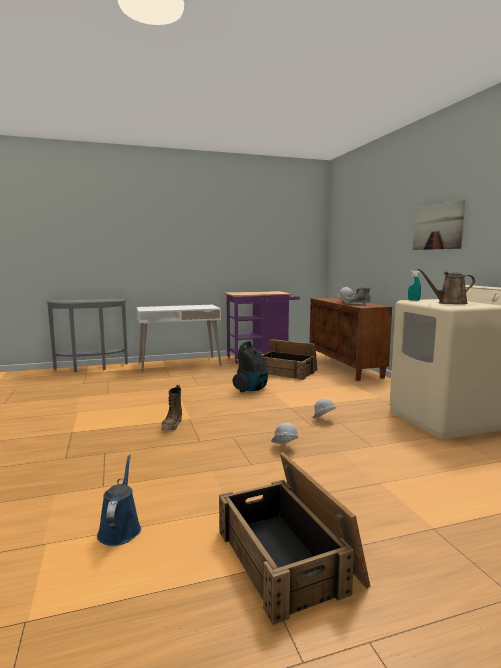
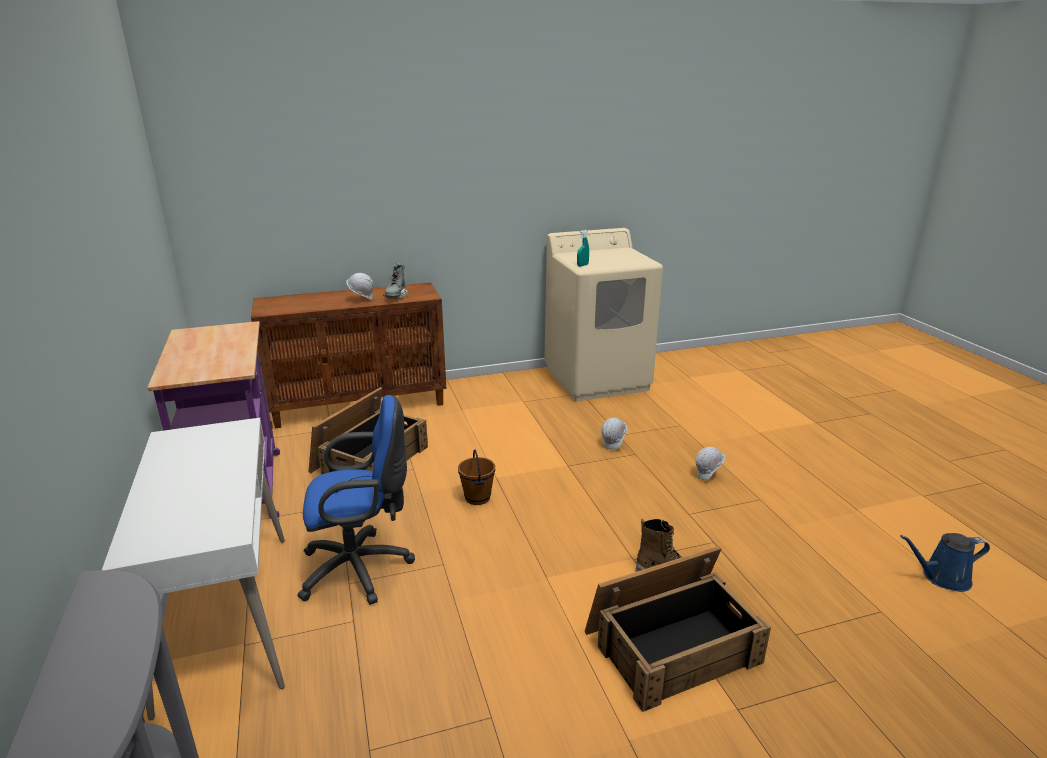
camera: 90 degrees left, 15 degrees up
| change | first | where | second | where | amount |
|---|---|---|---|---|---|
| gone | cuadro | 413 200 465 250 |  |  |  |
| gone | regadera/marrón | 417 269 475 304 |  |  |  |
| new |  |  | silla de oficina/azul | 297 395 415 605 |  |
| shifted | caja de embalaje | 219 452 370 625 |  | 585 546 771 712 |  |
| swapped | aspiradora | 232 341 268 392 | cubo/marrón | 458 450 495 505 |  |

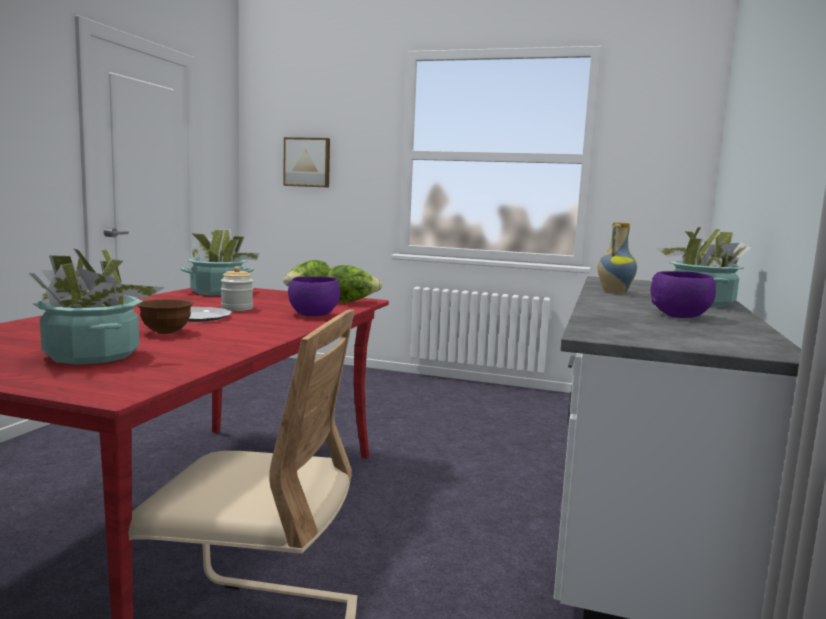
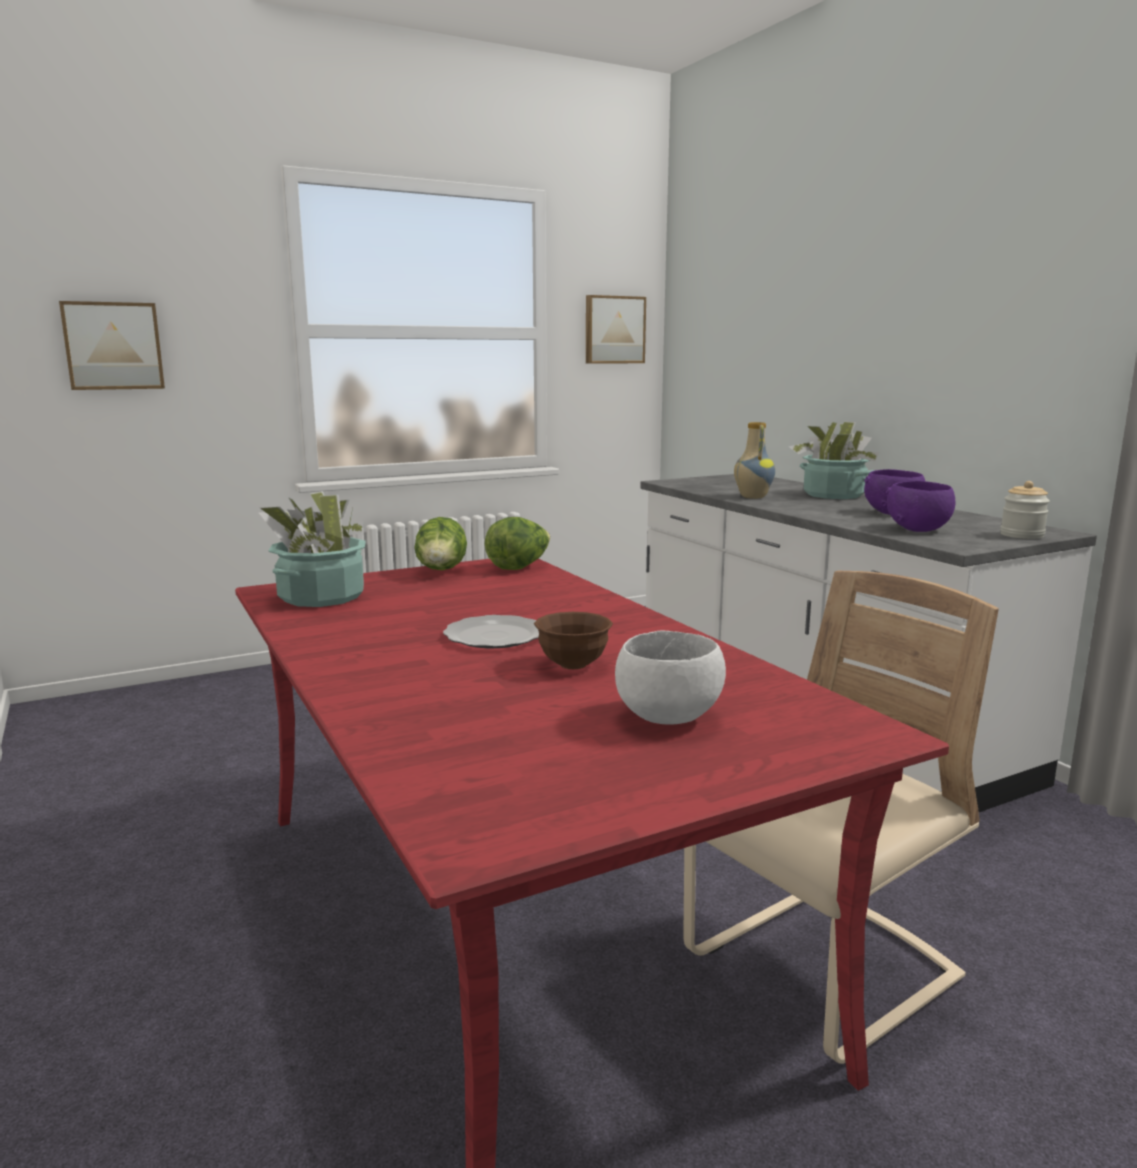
camera: 45 degrees left, 5 degrees up
| change | first | where | second | where | amount |
|---|---|---|---|---|---|
| new |  |  | cuadro | 586 295 646 364 |  |
| shifted | tarro | 221 266 253 311 |  | 1000 481 1050 539 |  |
| shifted | cuenco/morado | 288 276 340 316 |  | 886 481 955 532 |  |
| swapped | planta en maceta | 29 248 165 365 | cuenco/blanco | 615 630 726 725 |  |

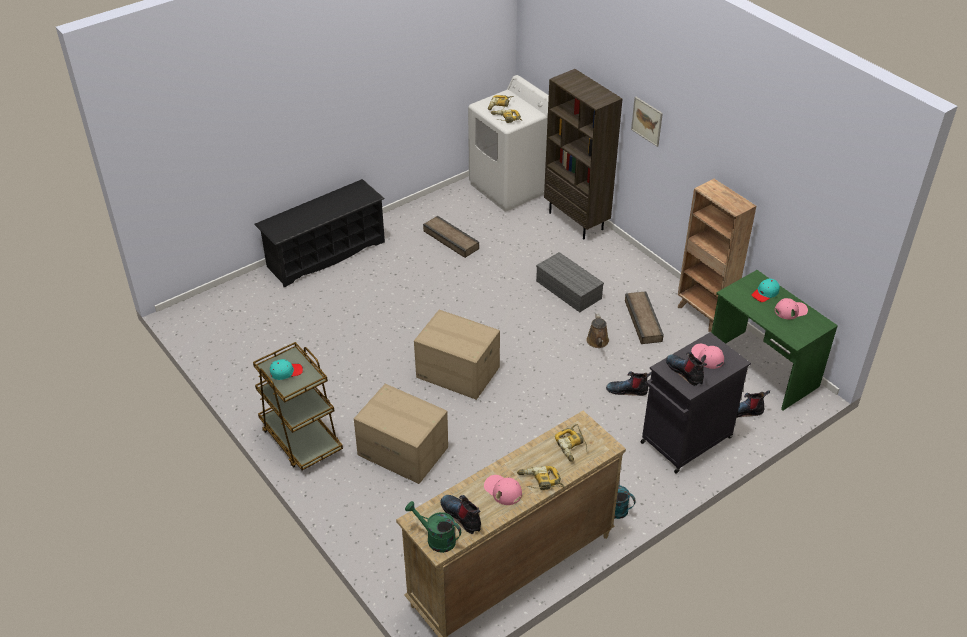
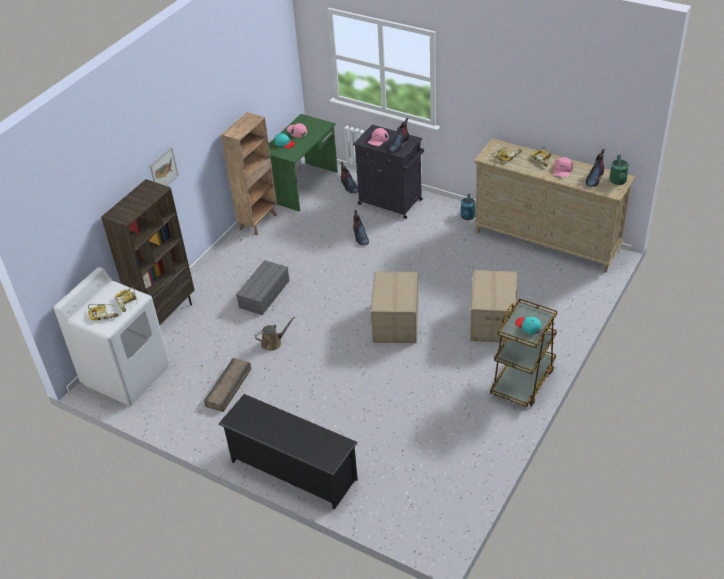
camera: 110 degrees left, 0 degrees up
| change | first | where | second | where | amount |
|---|---|---|---|---|---|
| gone | caja de embalaje | 625 291 664 344 |  |  |  |
| shifted | regadera/marrón | 586 313 609 348 |  | 255 317 295 351 |  |

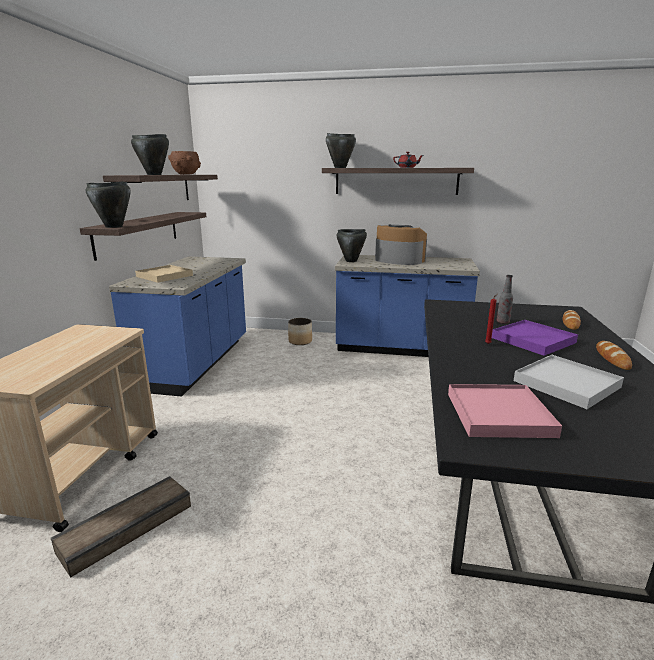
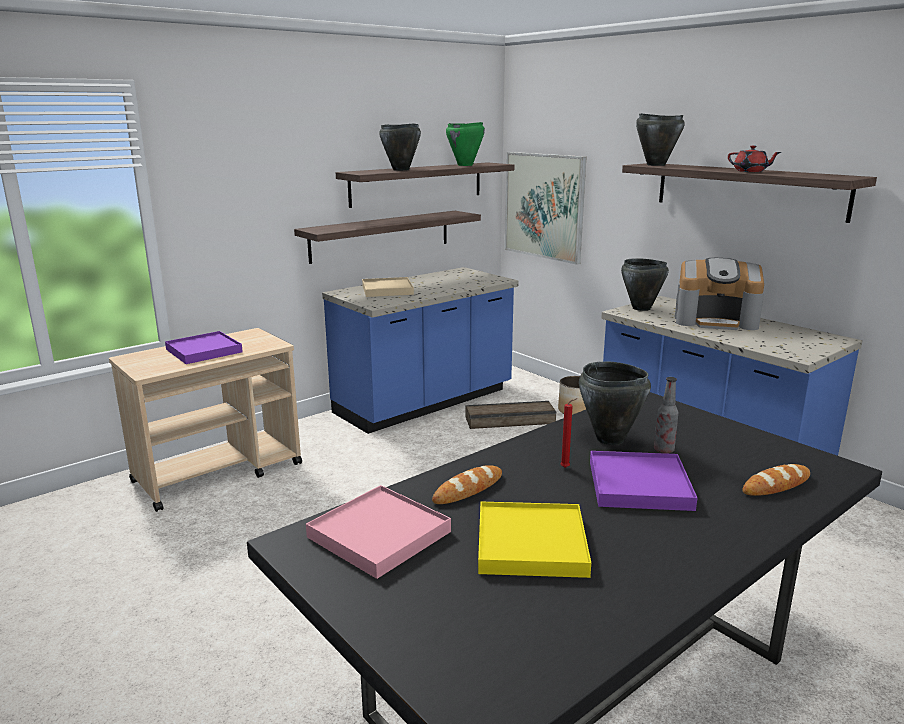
camera: 40 degrees right, 0 degrees up
| change | first | where | second | where | amount |
|---|---|---|---|---|---|
| new |  |  | bandeja/morado | 165 331 243 364 |  |
| new |  |  | cuadro | 505 152 586 265 |  |
| shifted | caja de embalaje | 51 476 191 577 |  | 466 401 556 429 |  |
| shifted | olla/negro | 86 181 131 228 |  | 579 361 651 445 |  |
| shifted | pan | 596 341 632 370 |  | 432 465 502 504 |  |
| swapped | cuenco/marrón | 168 151 201 175 | olla/verde | 446 122 485 166 |  |
| repainted | bandeja/blanco | 514 355 624 409 | bandeja/amarillo | 478 502 591 578 |  |
| rotated | cafetera | 375 224 427 265 |  | 675 258 764 330 | 120 degrees clockwise |

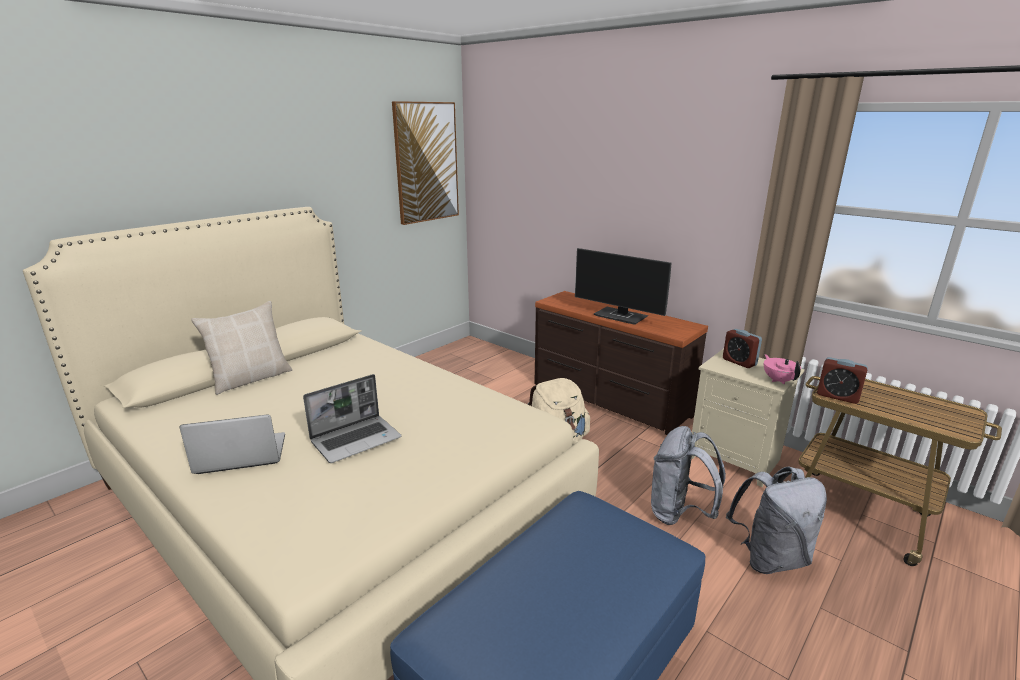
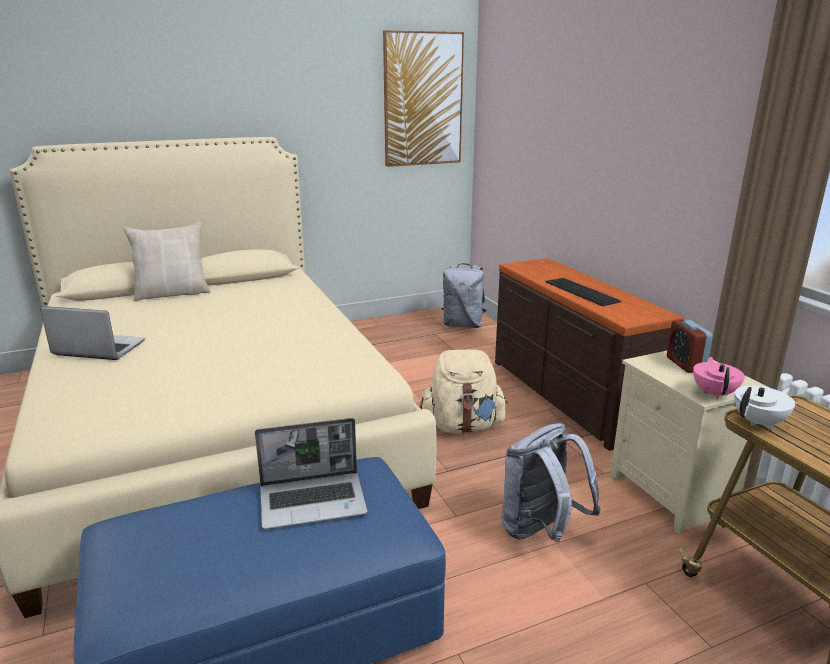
camera: 25 degrees right, 0 degrees up
| change | first | where | second | where | amount |
|---|---|---|---|---|---|
| shifted | portátil | 303 374 402 463 |  | 255 418 368 529 |  |
| shifted | mochila/gris | 726 467 827 574 |  | 441 263 487 328 |  |
| swapped | monitor | 575 248 671 325 | teclado | 546 278 621 306 |  |
| swapped | despertador | 817 357 868 404 | tetera/blanco | 734 386 795 429 |  |

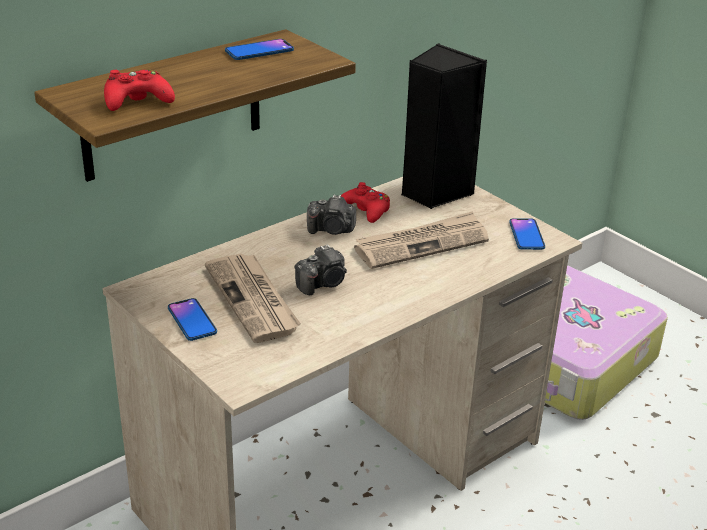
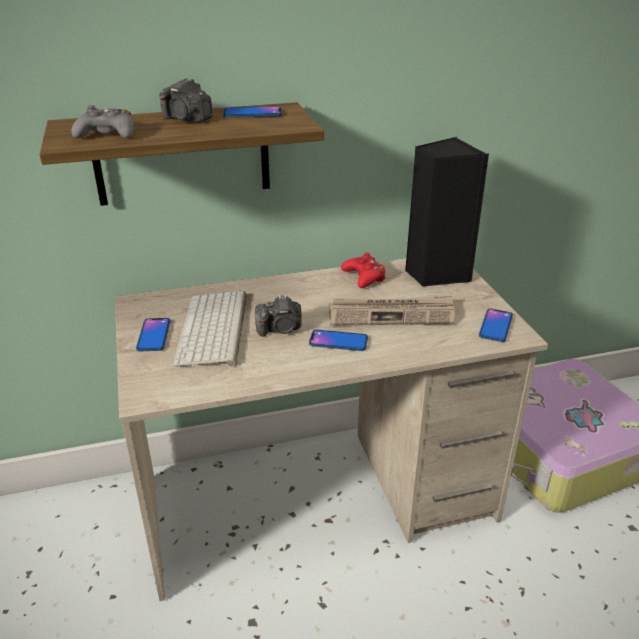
camera: 25 degrees right, 0 degrees up
| change | first | where | second | where | amount |
|---|---|---|---|---|---|
| new |  |  | móvil | 309 330 368 351 |  |
| shifted | cámara | 307 195 356 235 |  | 159 78 213 122 |  |
| swapped | periódico | 205 253 301 343 | teclado | 172 290 247 367 |  |
| repainted | mando de consola/rojo | 104 69 175 111 | mando de consola/gris | 71 105 134 138 |  |

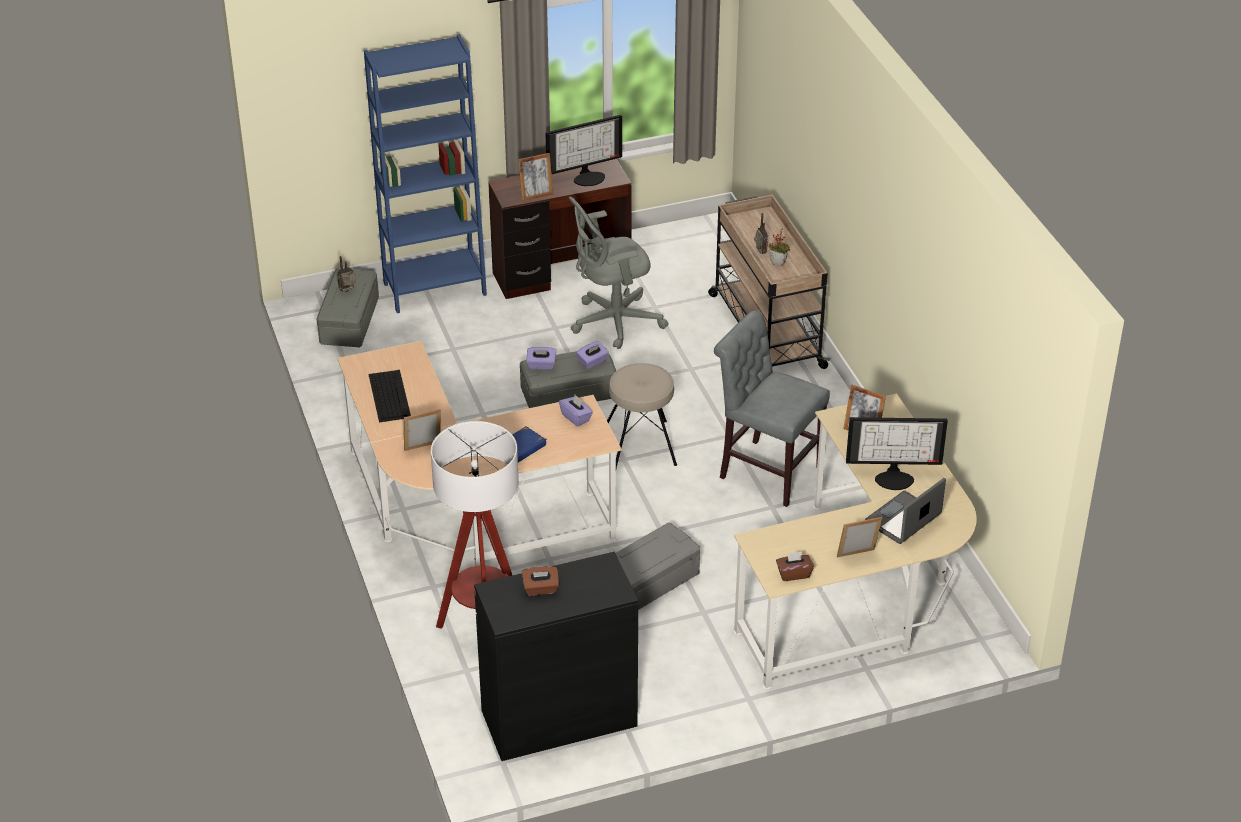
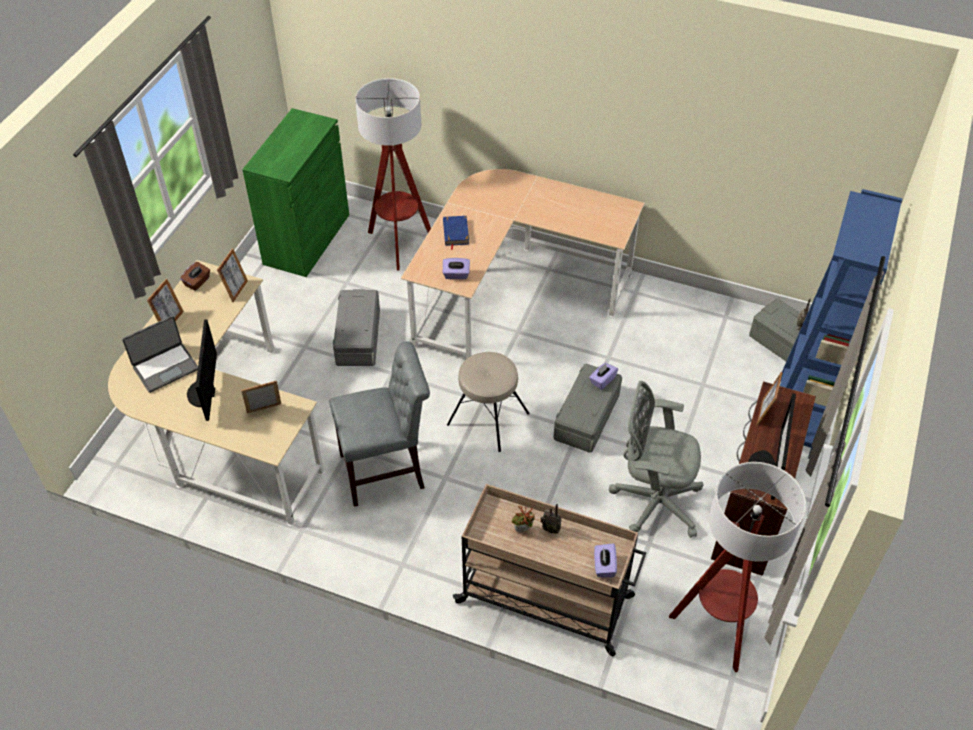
camera: 130 degrees right, 10 degrees up
| change | first | where | second | where | amount |
|---|---|---|---|---|---|
| gone | teclado | 368 370 411 422 |  |  |  |
| gone | caja de pañuelos/marrón | 522 566 559 596 |  |  |  |
| new |  |  | lámpara de pie | 669 462 806 672 |  |
| shifted | portarretratos | 404 409 441 451 |  | 217 248 248 302 |  |
| shifted | caja de pañuelos/morado | 576 341 609 369 |  | 594 543 617 578 |  |
| repainted | armario/negro | 474 552 638 761 | armario/verde | 242 108 349 277 |  |
| rotated | silla de oficina/gris | 569 196 669 349 |  | 609 381 704 538 | 90 degrees counterclockwise |
| rotated | monitor | 846 417 948 490 |  | 187 320 217 421 | 45 degrees counterclockwise |
| rotated | portátil | 865 478 946 544 |  | 122 316 198 393 | 60 degrees clockwise |

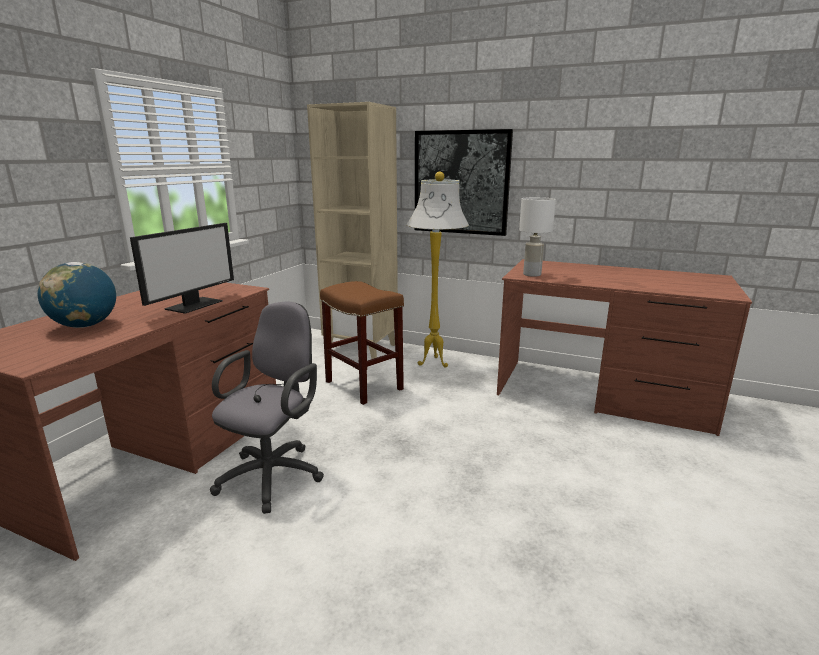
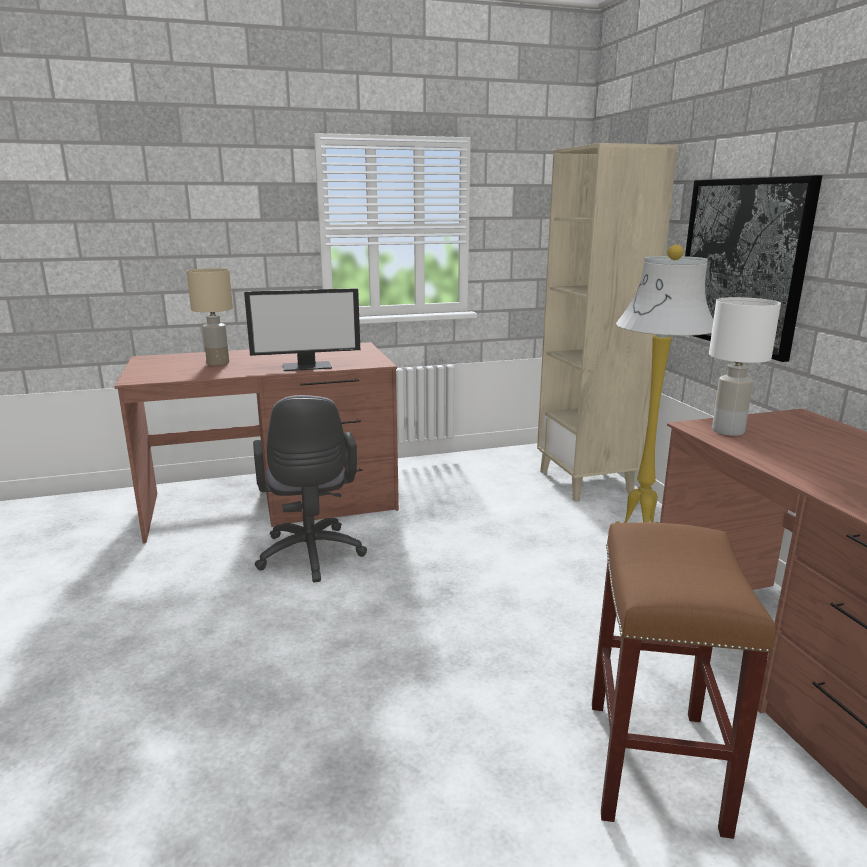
camera: 50 degrees right, 0 degrees up
| change | first | where | second | where | amount |
|---|---|---|---|---|---|
| shifted | taburete/marrón | 320 281 404 405 |  | 592 522 776 839 |  |
| swapped | globo terráqueo | 37 262 116 328 | lámpara de mesa/beis | 186 268 233 366 |  |
| rotated | silla de oficina/gris | 210 302 324 514 |  | 253 395 367 582 | 90 degrees clockwise |

